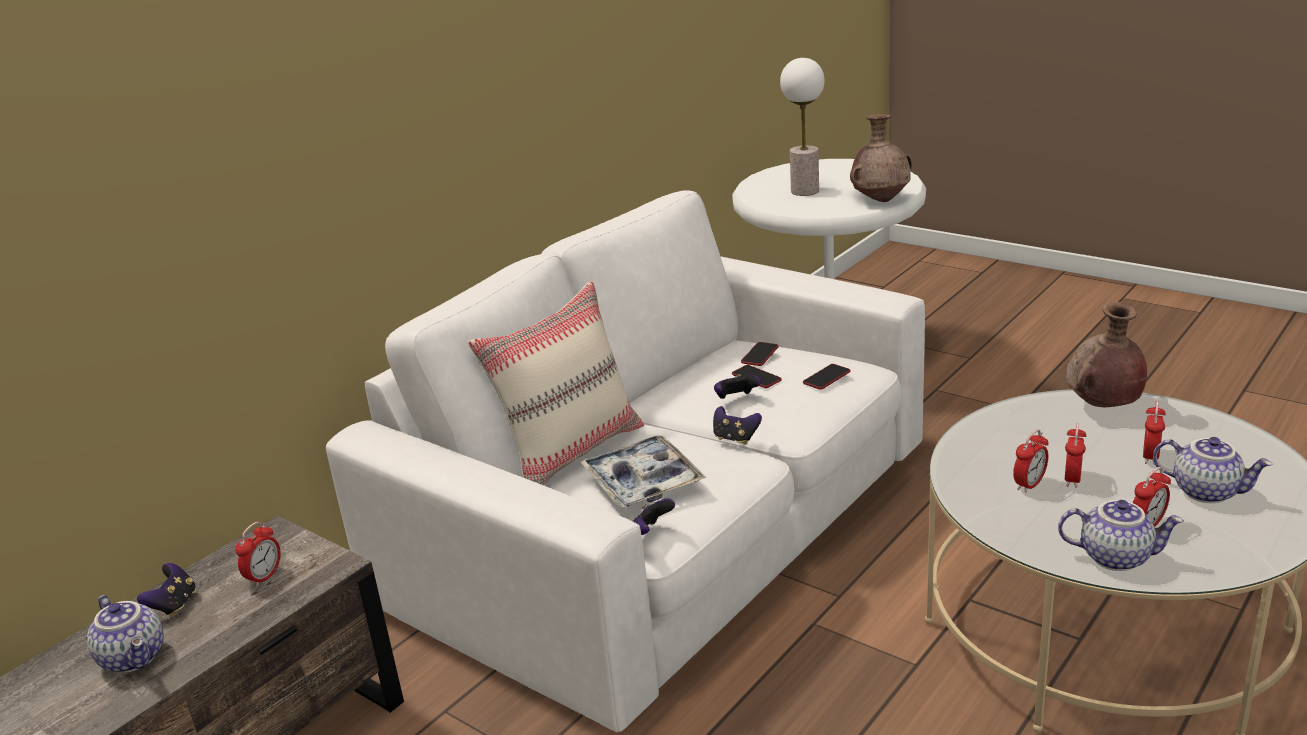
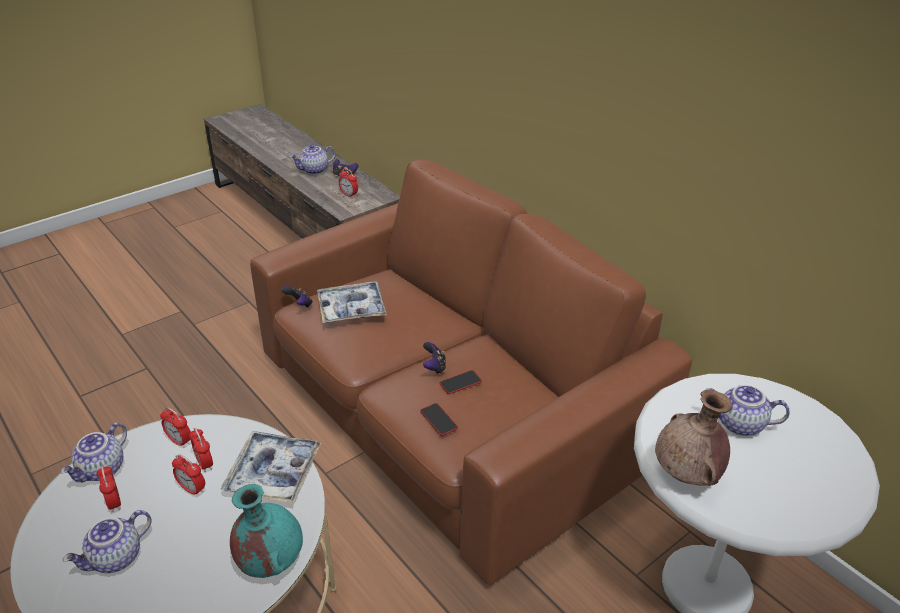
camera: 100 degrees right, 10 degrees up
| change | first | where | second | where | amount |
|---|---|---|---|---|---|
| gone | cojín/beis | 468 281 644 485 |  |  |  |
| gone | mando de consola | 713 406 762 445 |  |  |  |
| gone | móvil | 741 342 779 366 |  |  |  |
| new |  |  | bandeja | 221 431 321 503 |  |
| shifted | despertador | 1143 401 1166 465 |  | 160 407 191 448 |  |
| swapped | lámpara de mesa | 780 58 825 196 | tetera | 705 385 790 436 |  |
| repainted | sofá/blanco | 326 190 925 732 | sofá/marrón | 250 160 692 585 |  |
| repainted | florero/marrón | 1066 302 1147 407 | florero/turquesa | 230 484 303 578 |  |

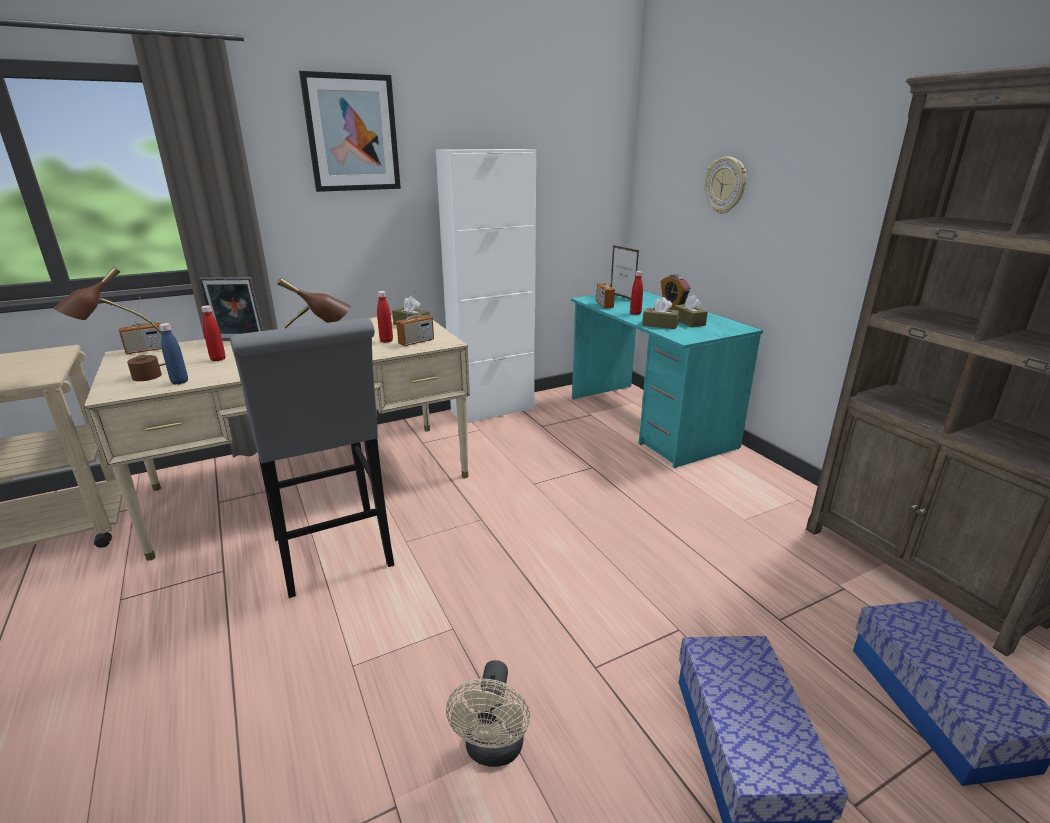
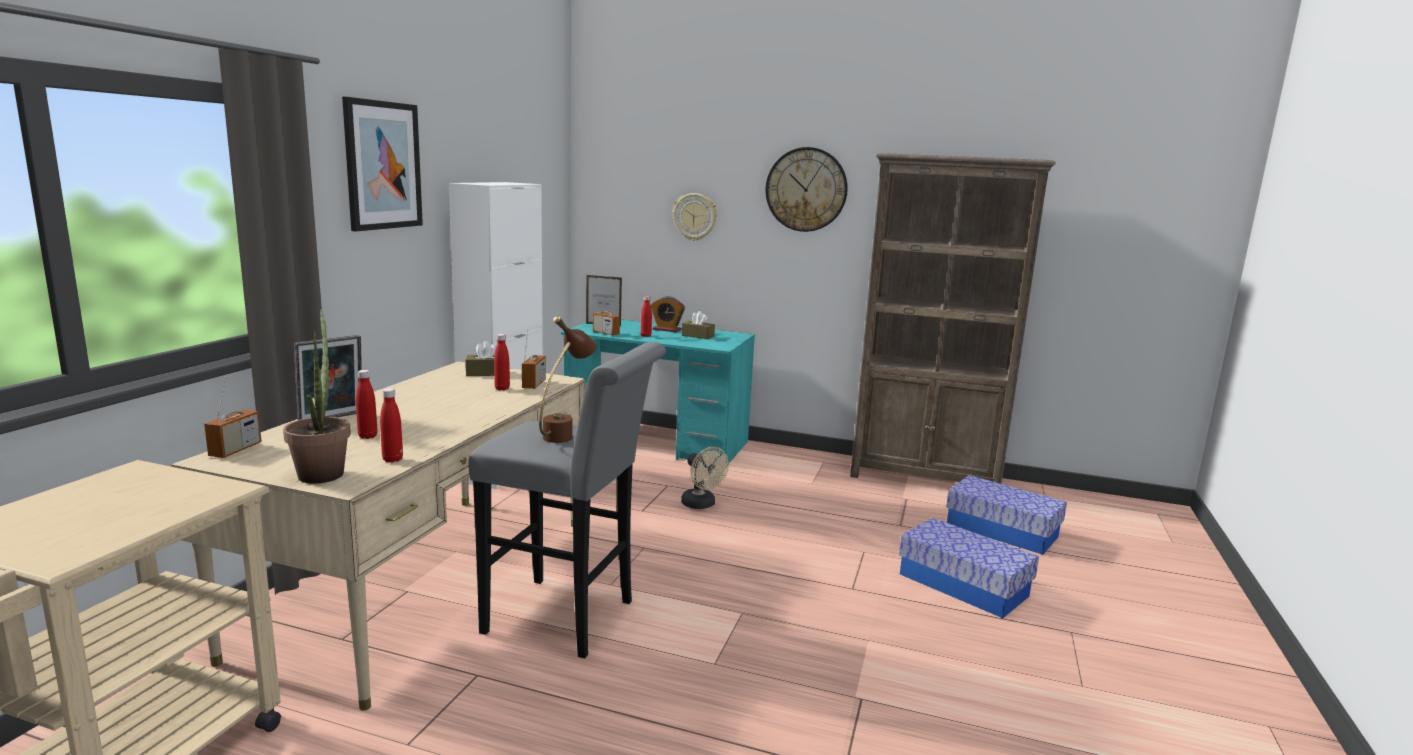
camera: 45 degrees left, 10 degrees down
| change | first | where | second | where | amount |
|---|---|---|---|---|---|
| gone | caja de pañuelos/marrón | 642 297 680 329 |  |  |  |
| new |  |  | reloj de pared | 765 147 848 232 |  |
| shifted | ventilador/beis | 446 660 530 767 |  | 681 447 729 509 |  |
| swapped | lámpara de mesa/marrón | 54 267 166 381 | planta en maceta | 283 309 351 483 |  |
| repainted | botella/azul | 159 323 188 384 | botella/rojo | 380 388 403 463 |  |

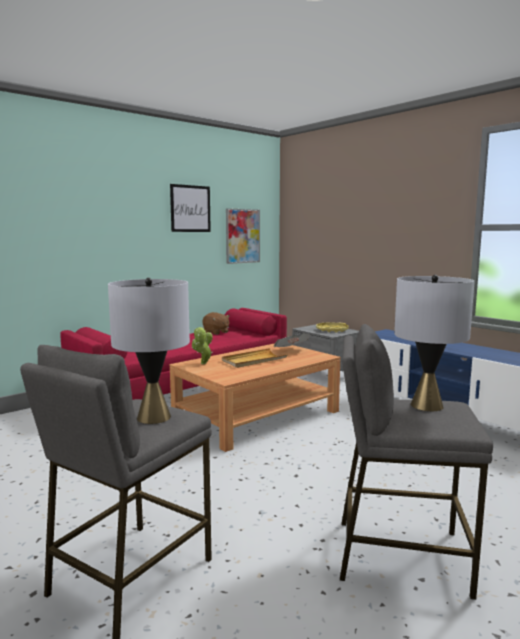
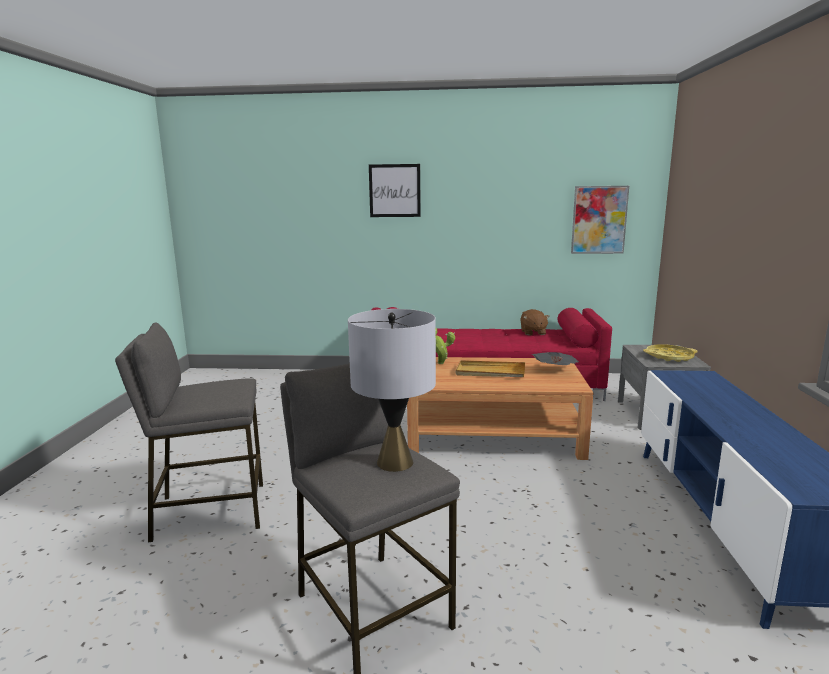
camera: 45 degrees right, 5 degrees up
| change | first | where | second | where | amount |
|---|---|---|---|---|---|
| gone | lámpara de mesa/gris | 108 278 190 424 |  |  |  |
| shifted | cuadro | 170 184 211 232 |  | 369 164 421 217 |  |

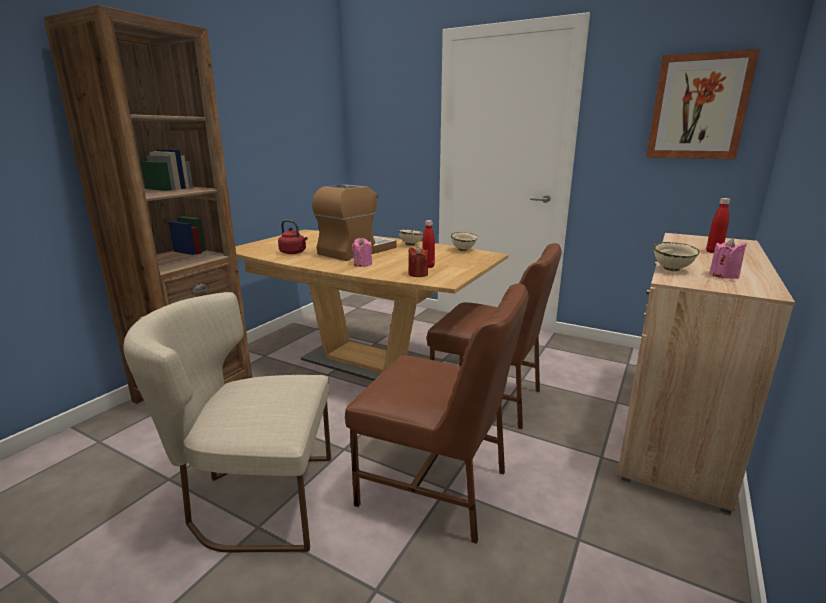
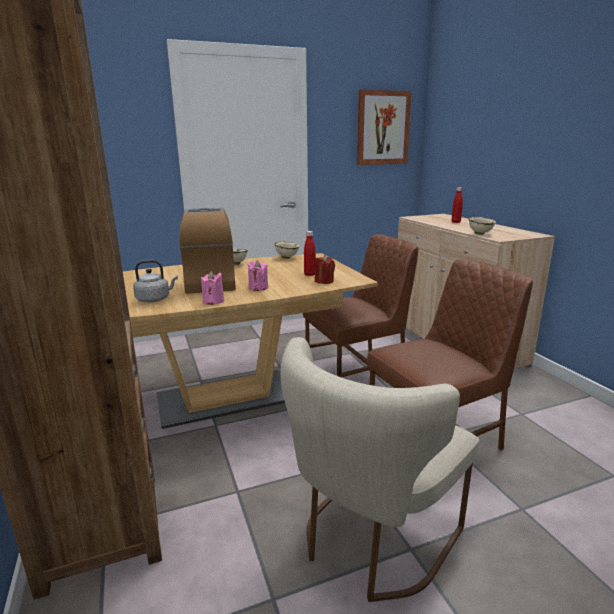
camera: 50 degrees left, 0 degrees up
| change | first | where | second | where | amount |
|---|---|---|---|---|---|
| shifted | vela/rosa | 709 238 747 279 |  | 201 271 224 305 |  |
| repainted | hervidor/rojo | 278 220 307 254 | hervidor/gris | 133 260 178 302 |  |

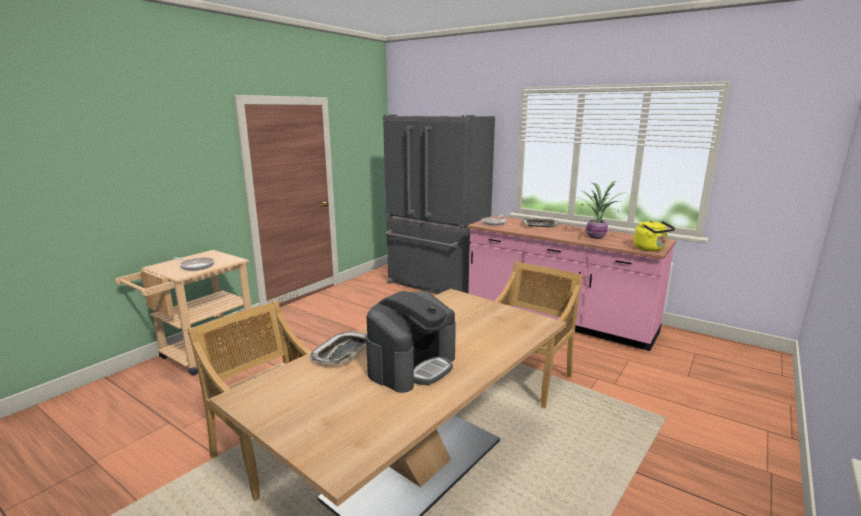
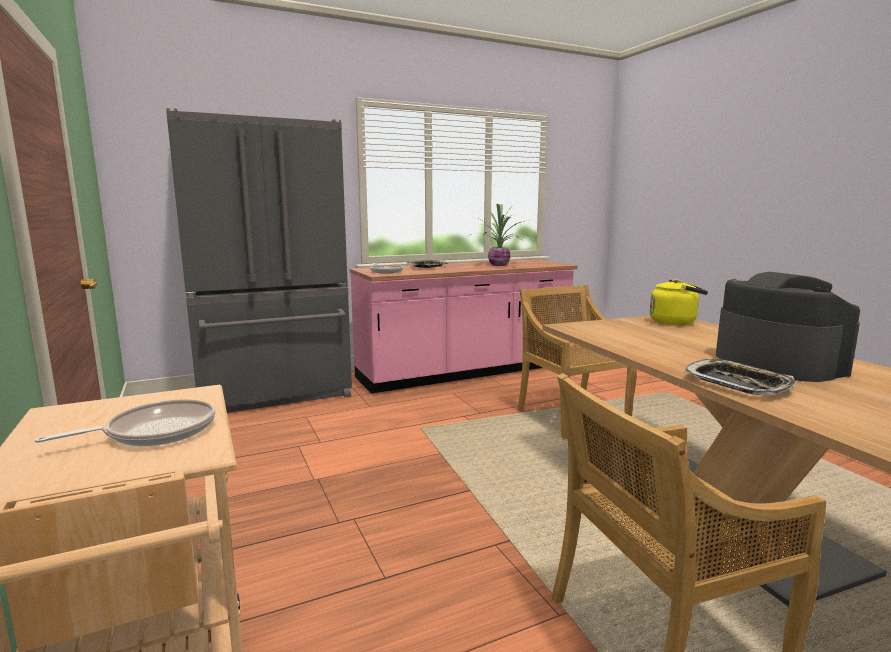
camera: 60 degrees left, 5 degrees down
| change | first | where | second | where | amount |
|---|---|---|---|---|---|
| shifted | hervidor/amarillo | 633 220 675 251 |  | 650 279 708 325 |  |

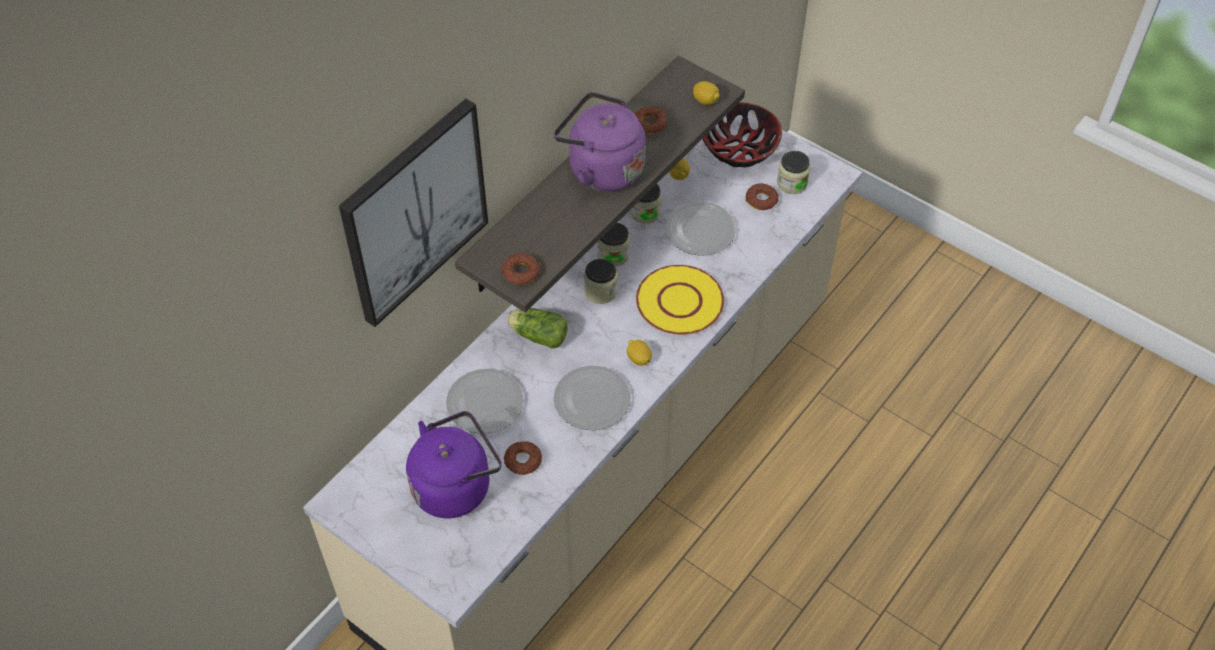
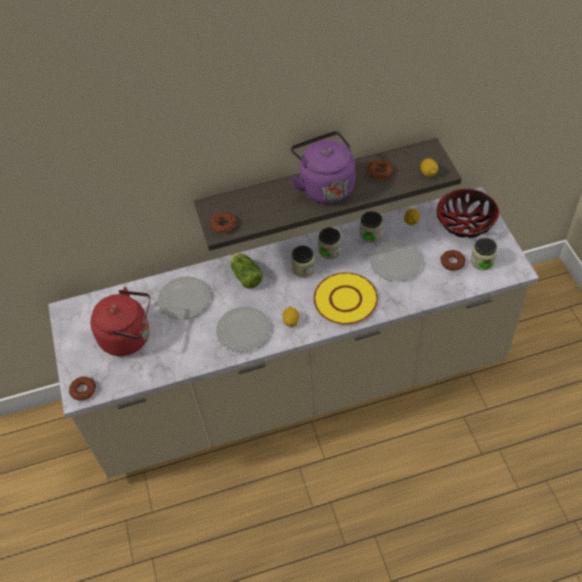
camera: 40 degrees right, 0 degrees up
| change | first | where | second | where | amount |
|---|---|---|---|---|---|
| gone | cuadro | 339 98 488 327 |  |  |  |
| shifted | rosquilla | 504 441 542 475 |  | 69 376 96 401 |  |
| repainted | hervidor/morado | 406 411 502 518 | hervidor/rojo | 90 287 150 356 |  |

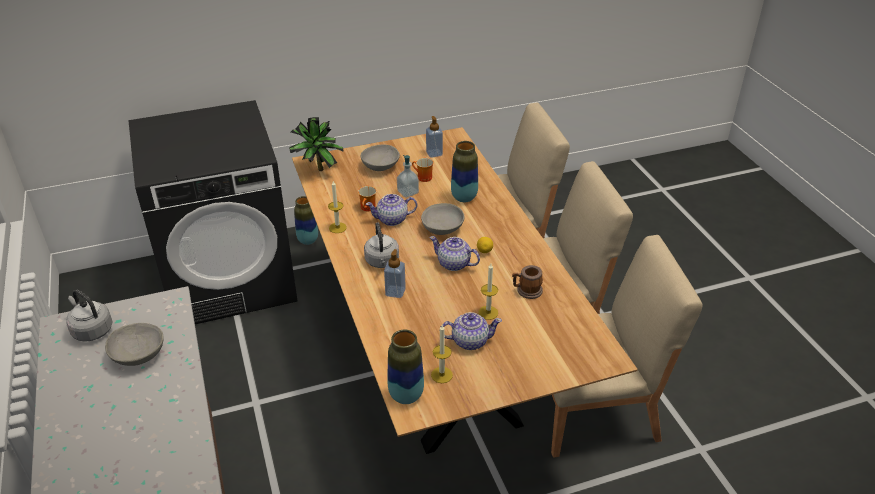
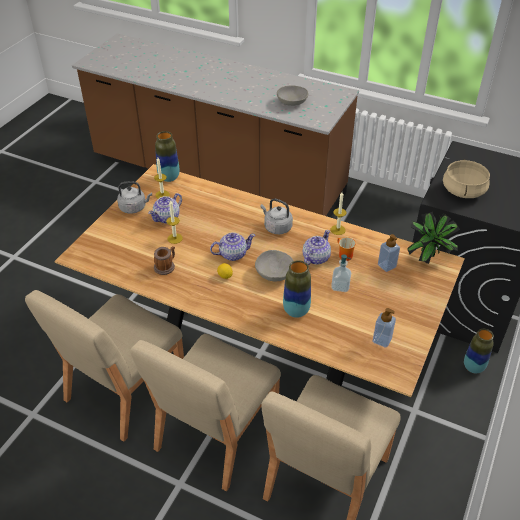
camera: 135 degrees right, 5 degrees up
| change | first | where | second | where | amount |
|---|---|---|---|---|---|
| gone | cuenco/gris | 361 145 400 171 |  |  |  |
| gone | taza grande | 412 158 434 182 |  |  |  |
| new |  |  | olla/beis | 443 159 490 198 |  |
| shifted | hervidor/gris | 66 290 112 342 |  | 117 181 152 214 |  |
| shifted | dispensador de jabón | 384 249 406 298 |  | 378 234 400 272 |  |

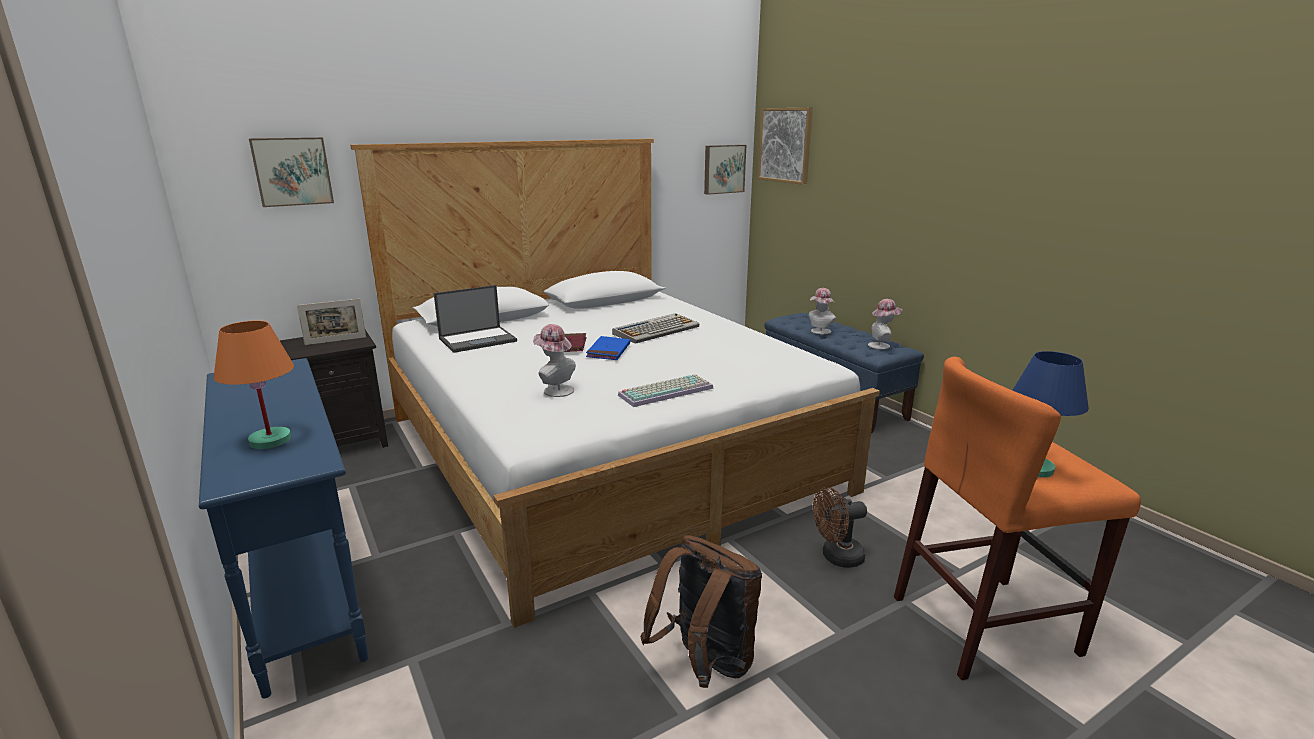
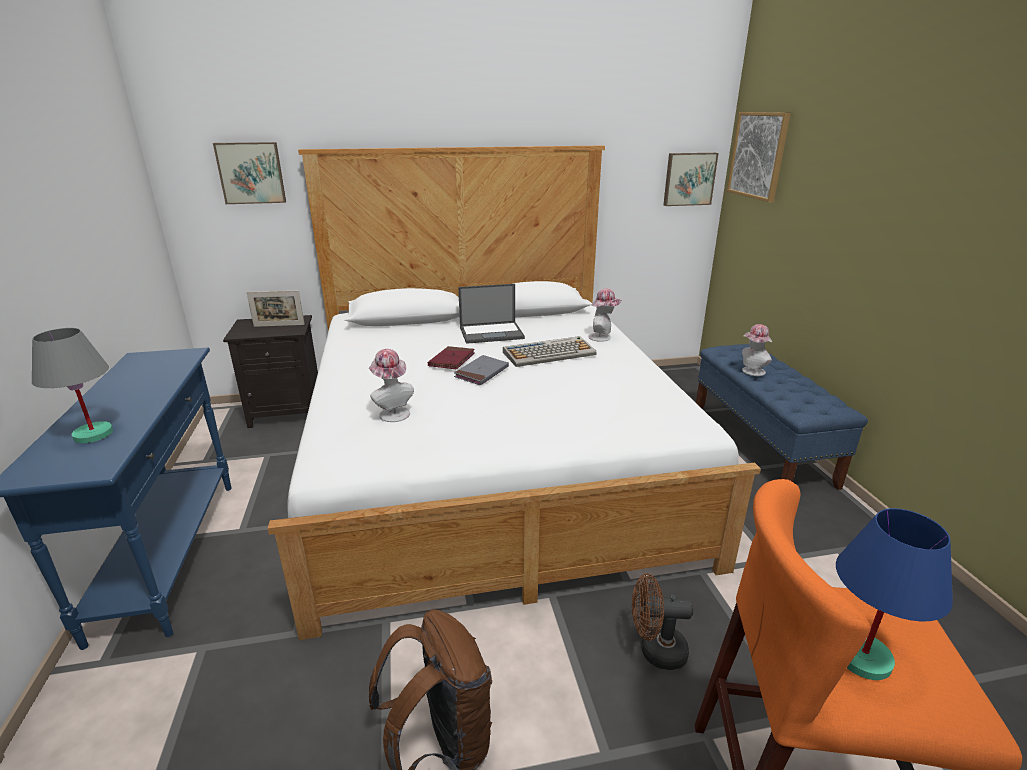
camera: 20 degrees right, 5 degrees up
| change | first | where | second | where | amount |
|---|---|---|---|---|---|
| gone | teclado | 618 374 713 407 |  |  |  |
| shifted | portátil | 434 285 517 353 |  | 458 284 525 344 |  |
| shifted | sombrero | 868 299 902 349 |  | 588 288 622 342 |  |
| repainted | lámpara de mesa/naranja | 214 321 294 449 | lámpara de mesa/gris | 32 328 113 443 |  |
| repainted | libro/azul | 586 336 630 360 | libro/gris | 454 355 509 385 |  |

